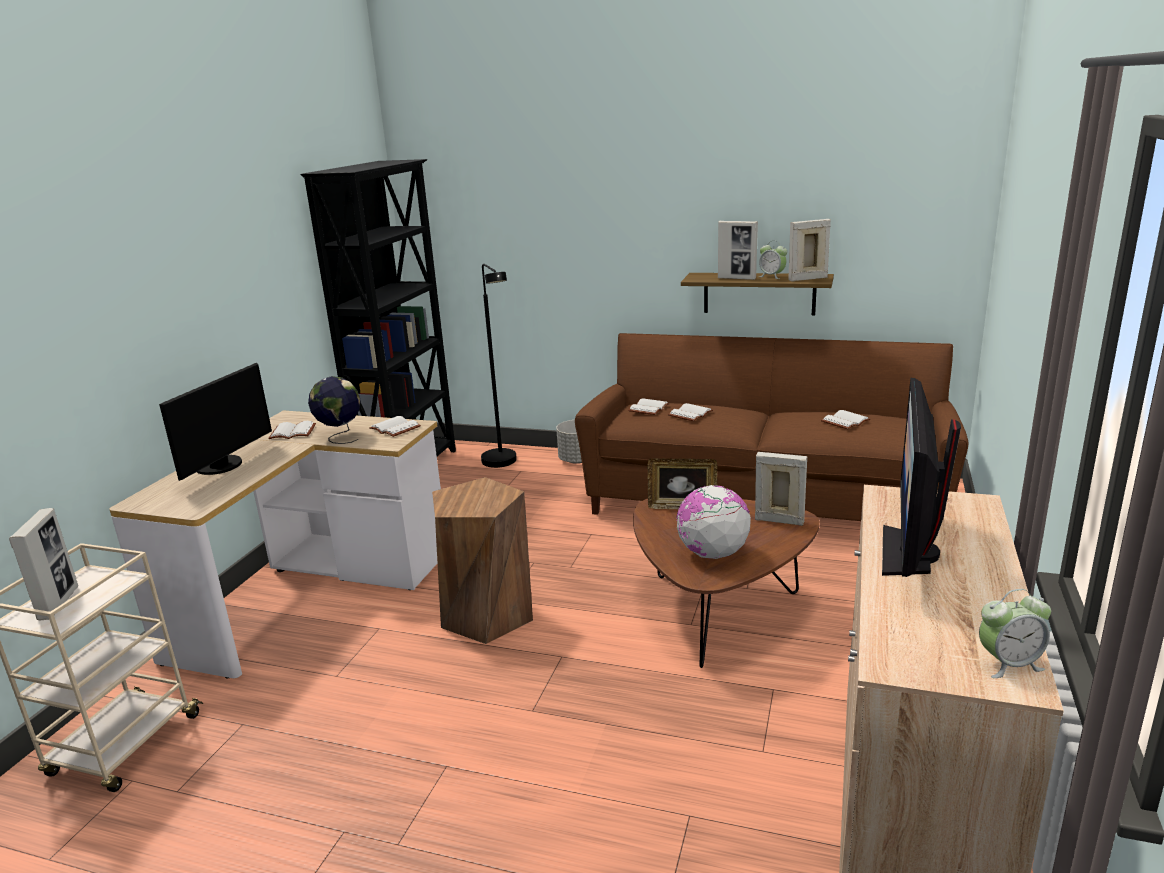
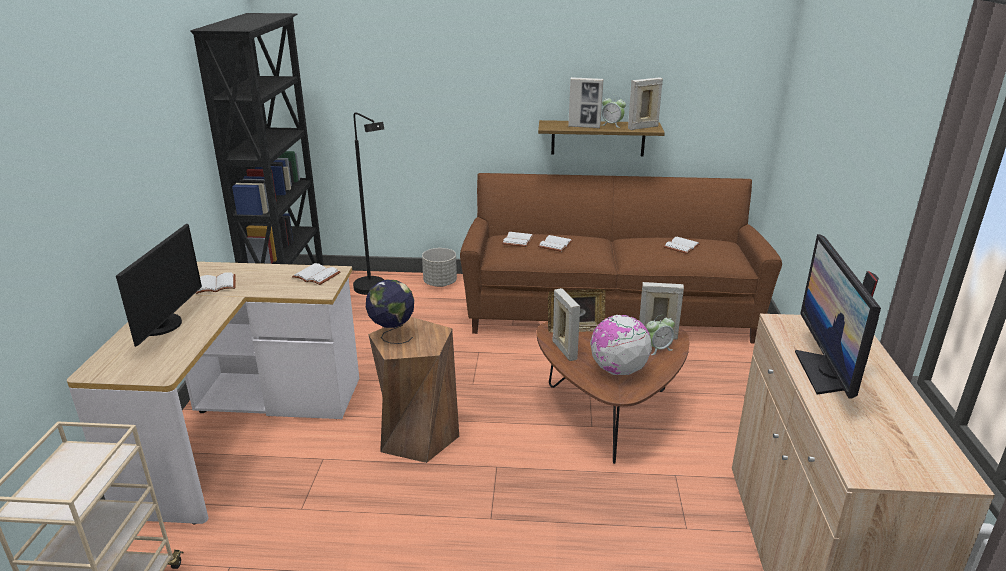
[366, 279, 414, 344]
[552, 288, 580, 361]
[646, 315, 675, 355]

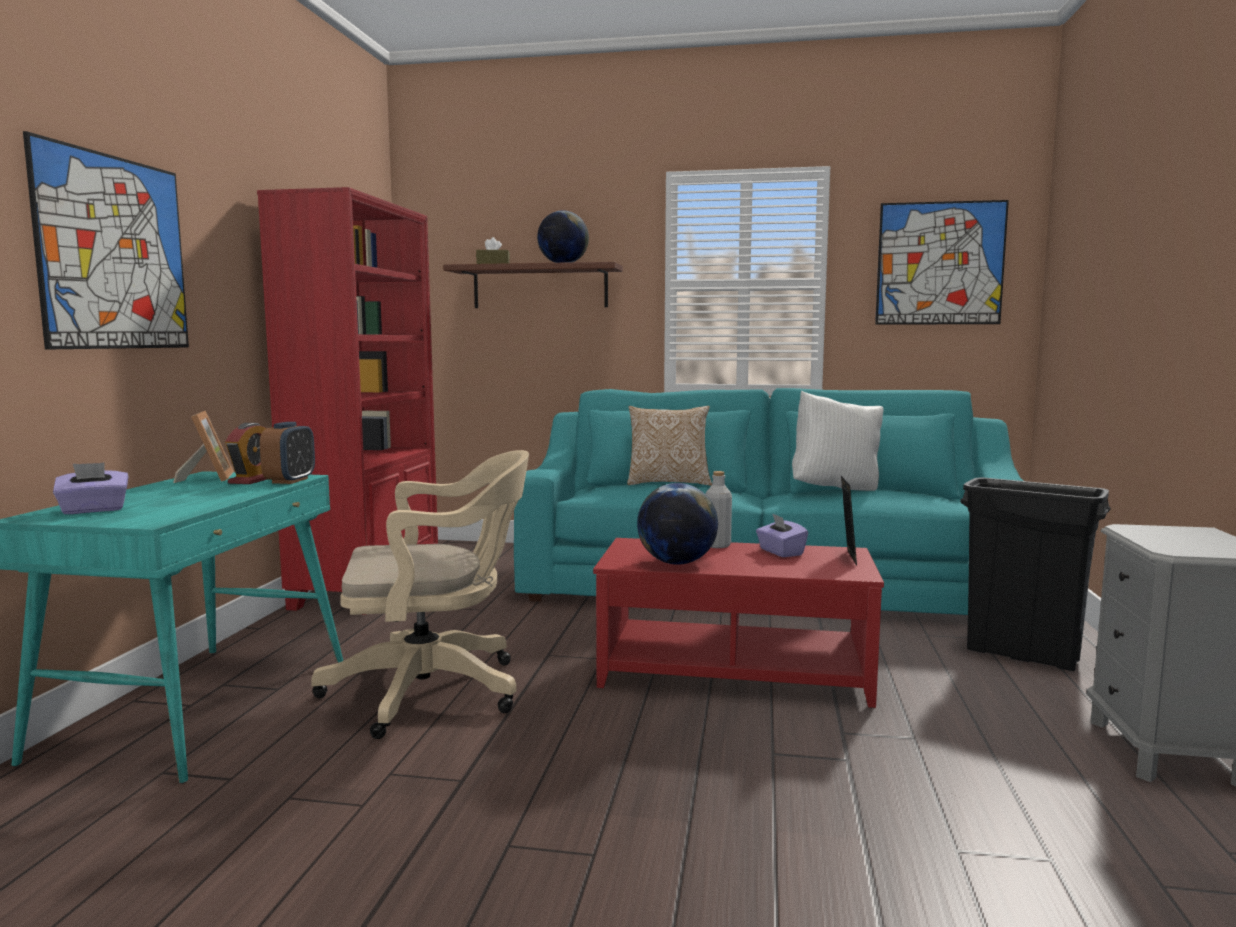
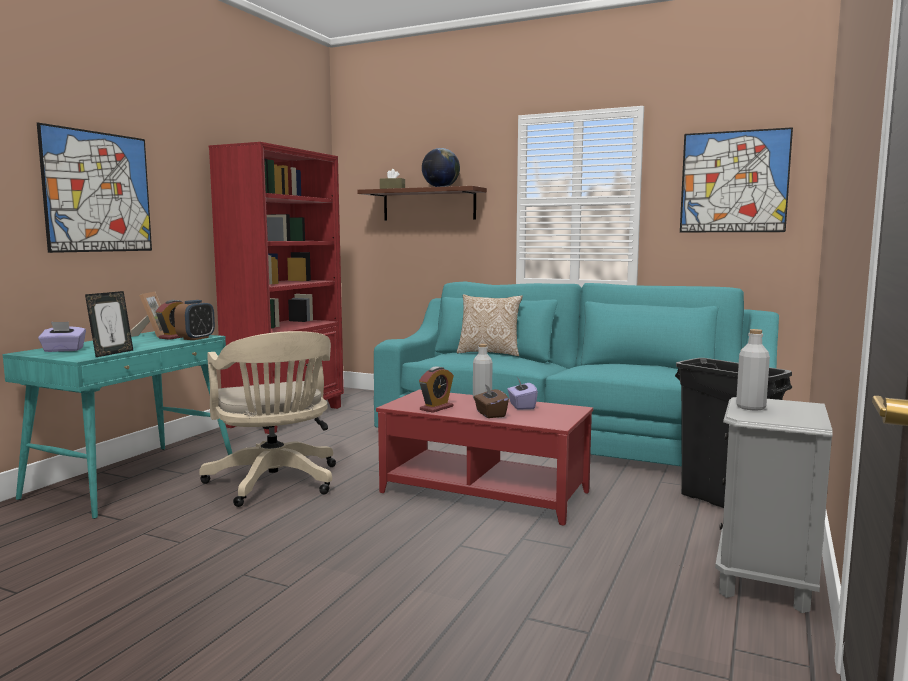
[85, 291, 133, 357]
[199, 331, 336, 507]
[419, 367, 454, 413]
[474, 384, 509, 418]
[736, 329, 770, 411]
[792, 391, 884, 491] (first image)

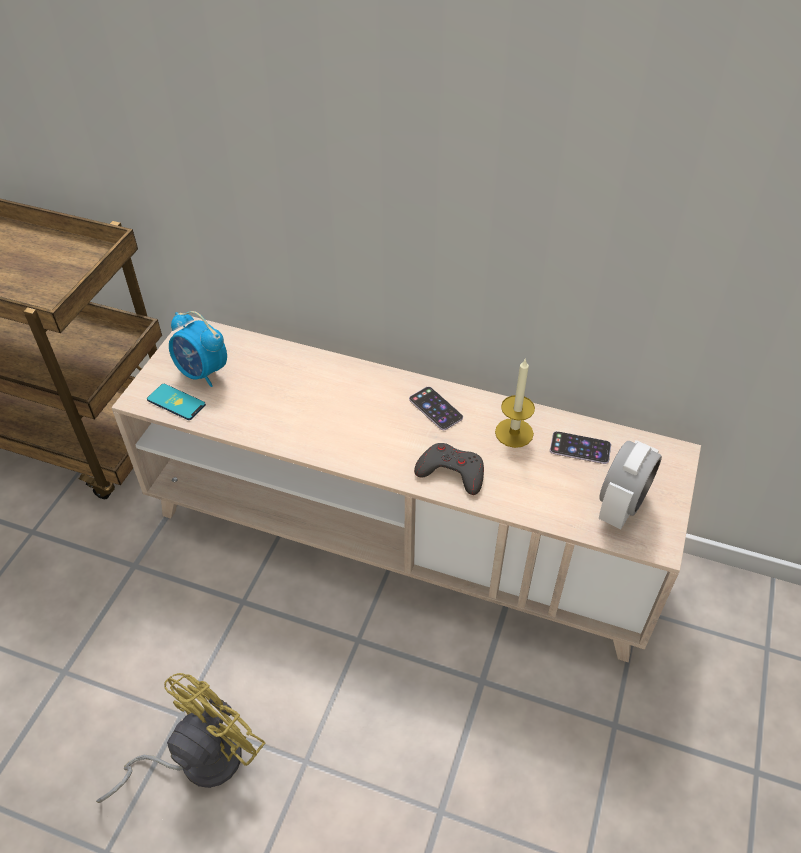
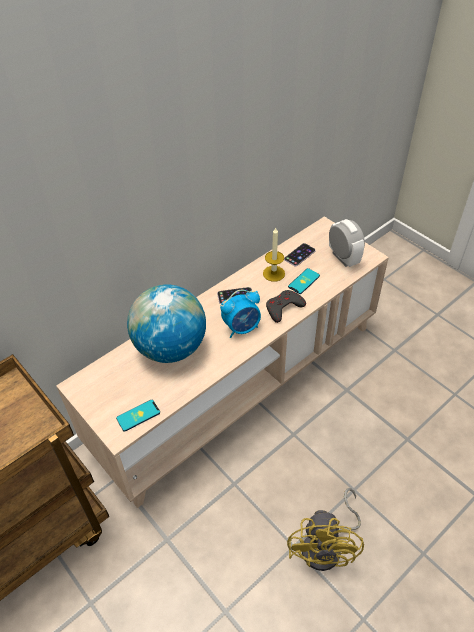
[127, 284, 206, 363]
[220, 290, 261, 338]
[287, 488, 364, 571]
[288, 268, 320, 294]

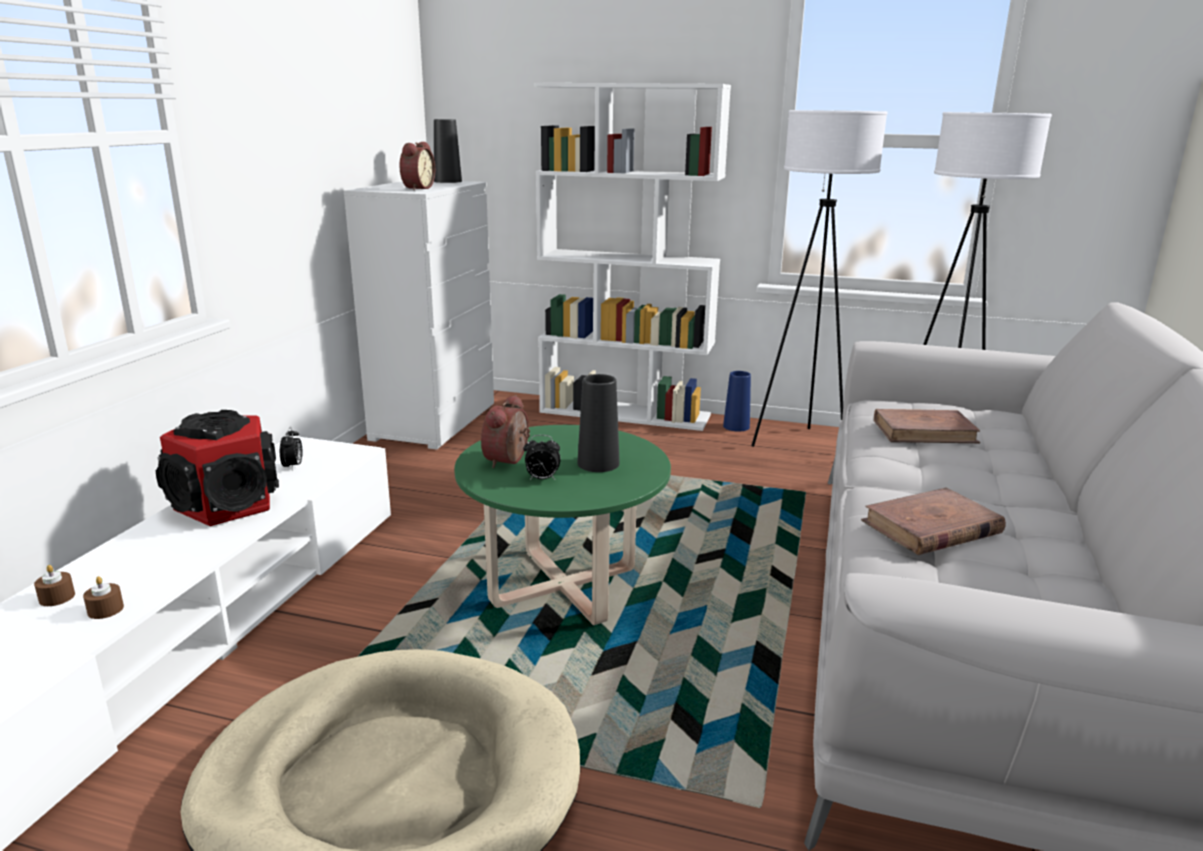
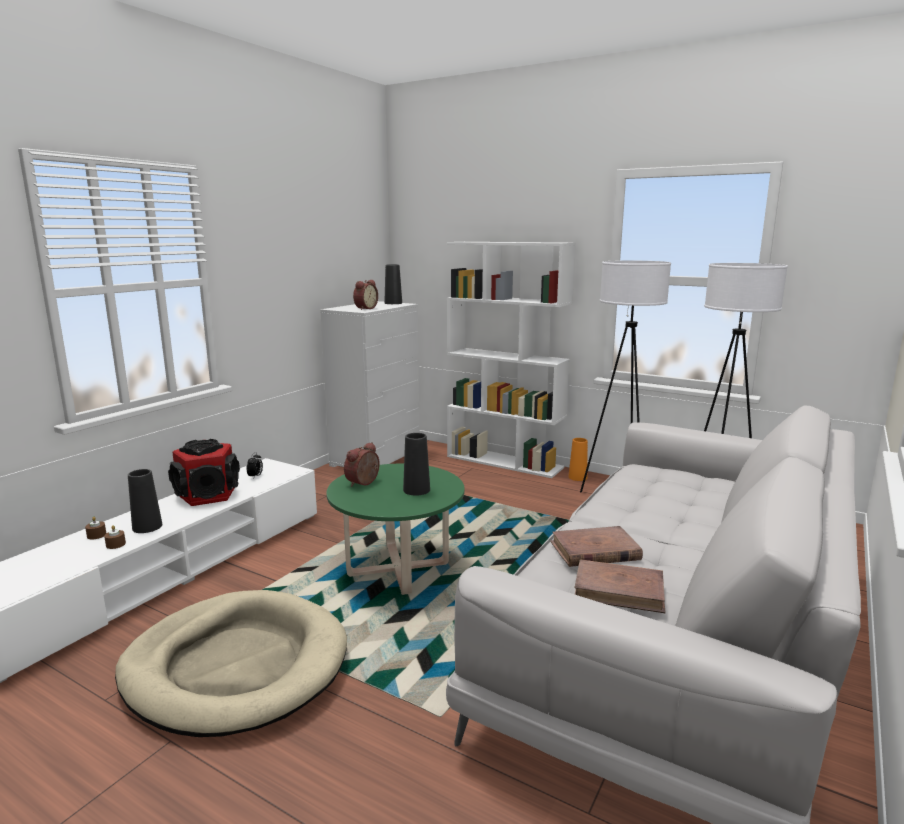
[128, 469, 162, 533]
[568, 438, 588, 481]
[575, 559, 666, 613]
[523, 435, 561, 480] (first image)

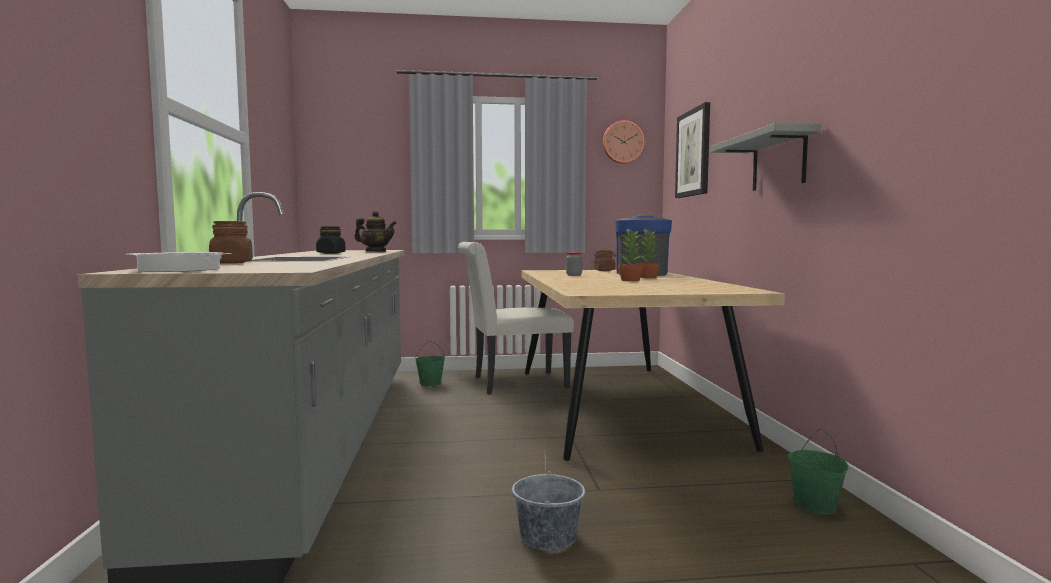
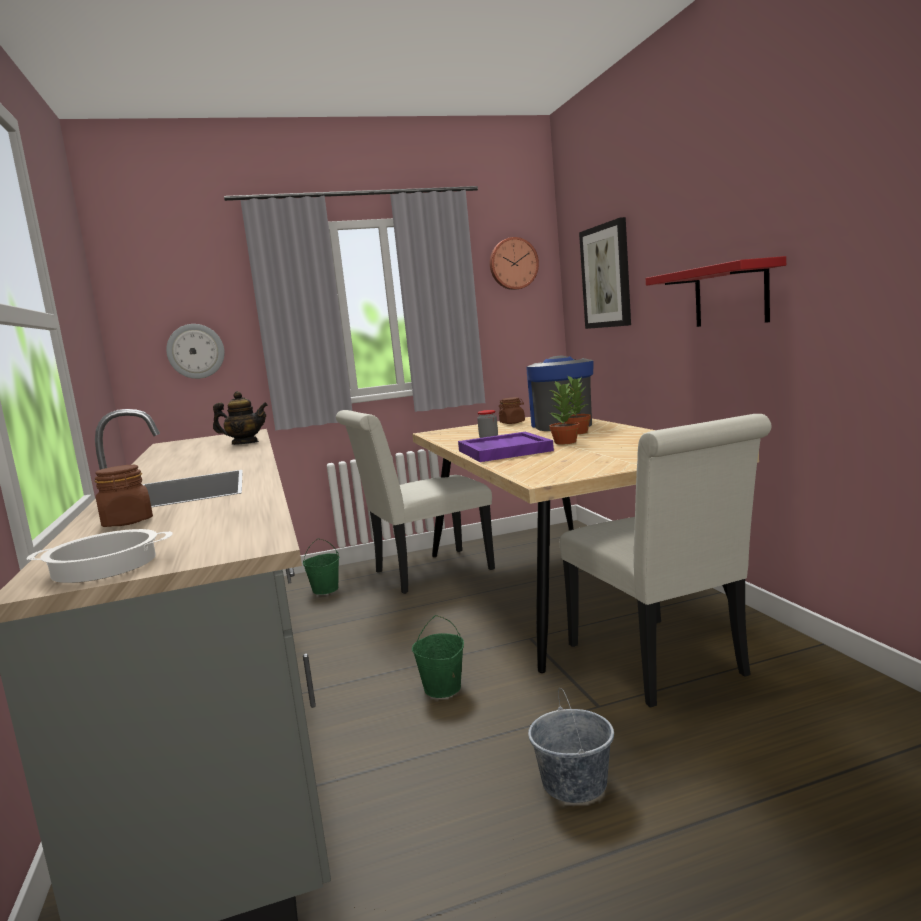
[166, 324, 225, 379]
[412, 615, 464, 698]
[458, 432, 554, 462]
[560, 414, 772, 707]
[646, 256, 786, 327]
[316, 226, 346, 254] (first image)

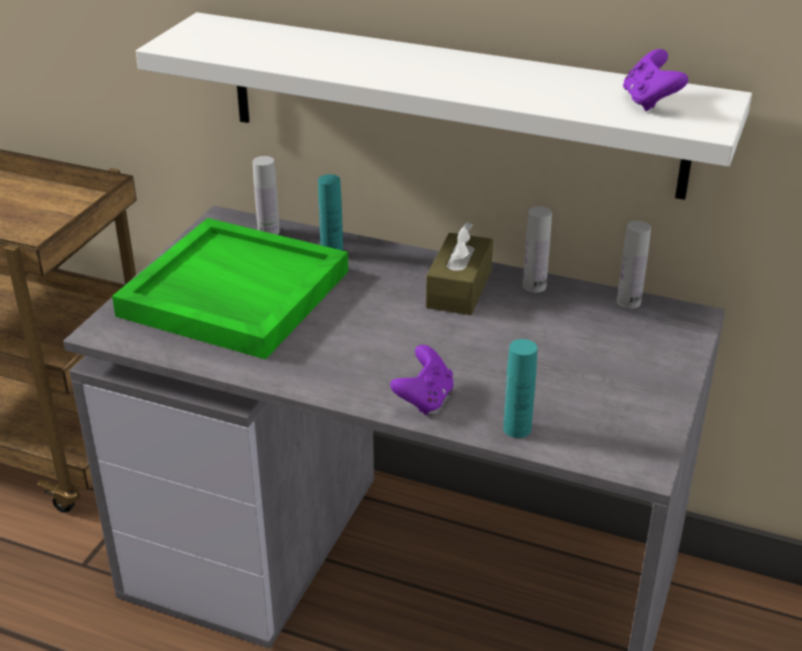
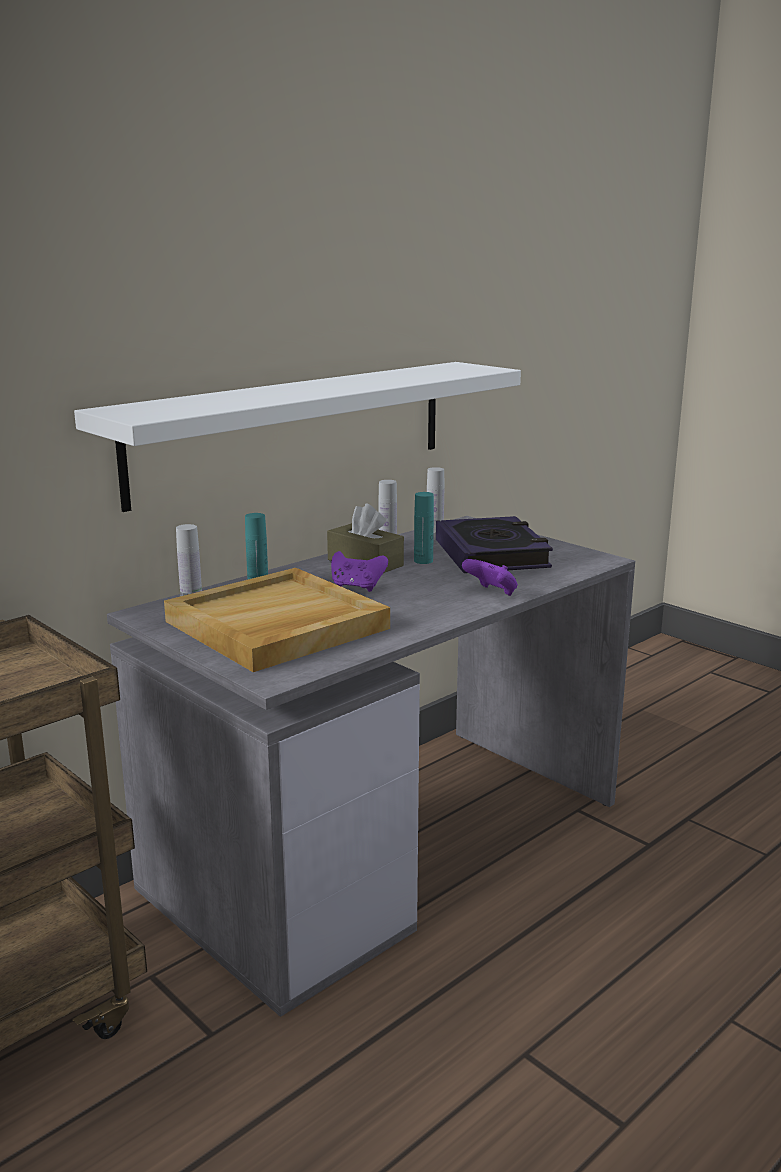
[164, 568, 390, 672]
[331, 551, 388, 592]
[414, 492, 434, 564]
[436, 516, 553, 573]

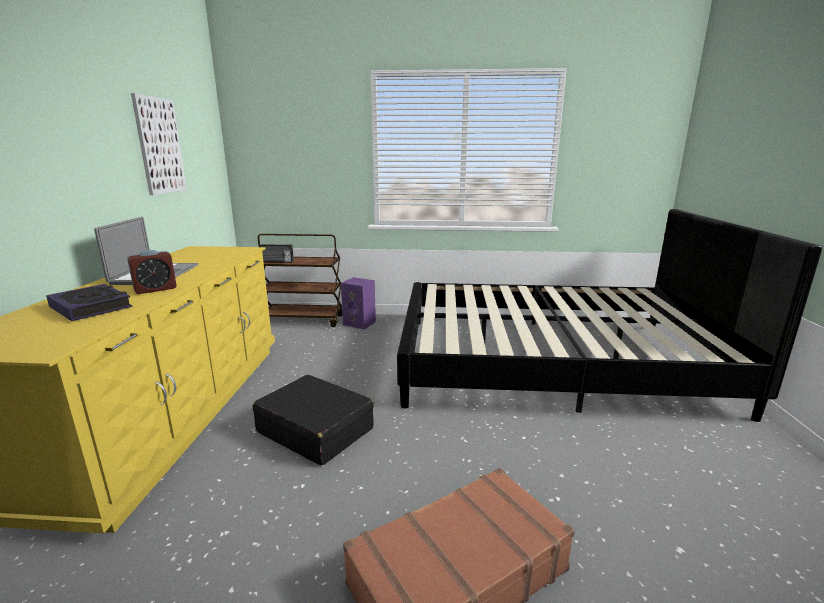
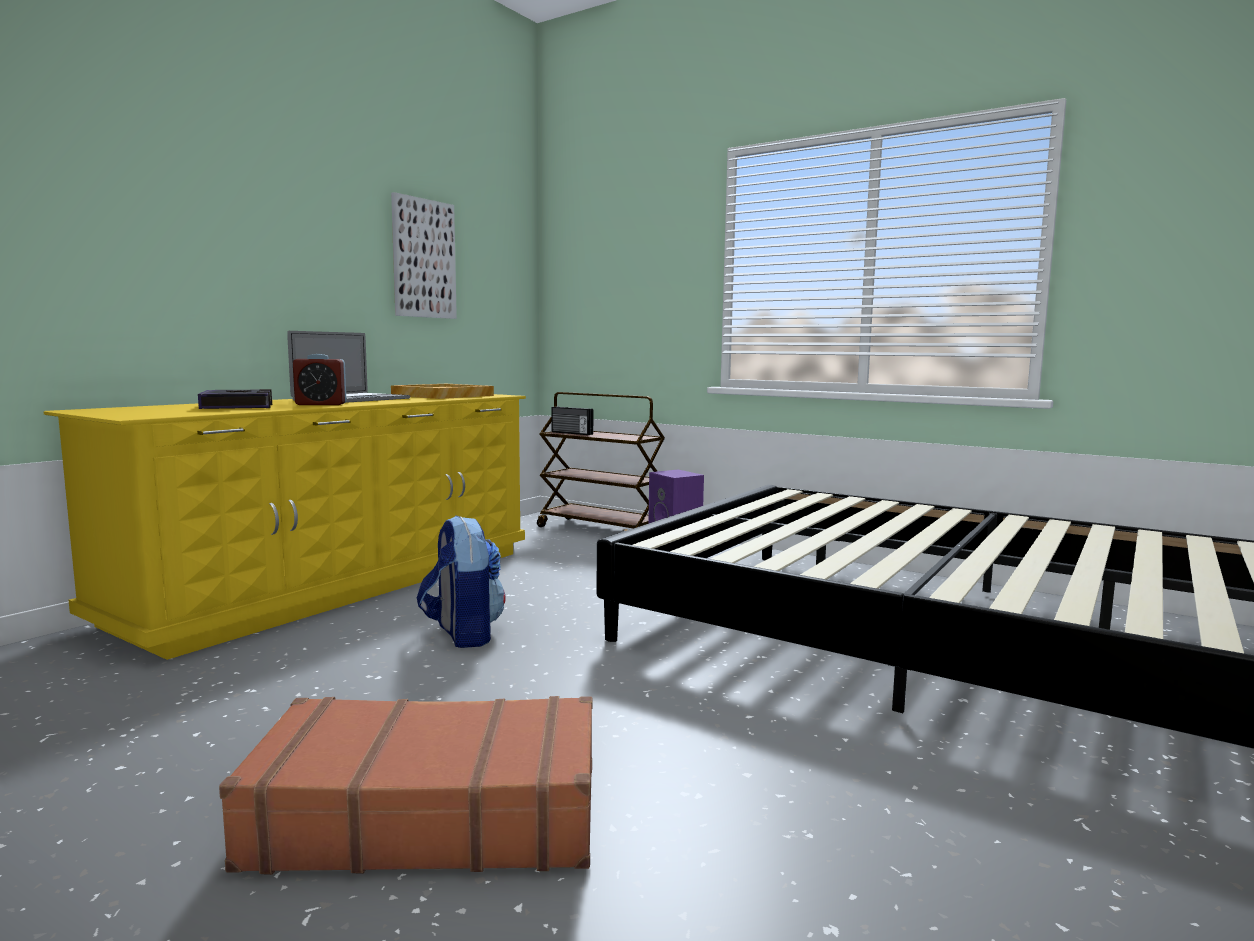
[391, 384, 494, 399]
[417, 515, 505, 648]

